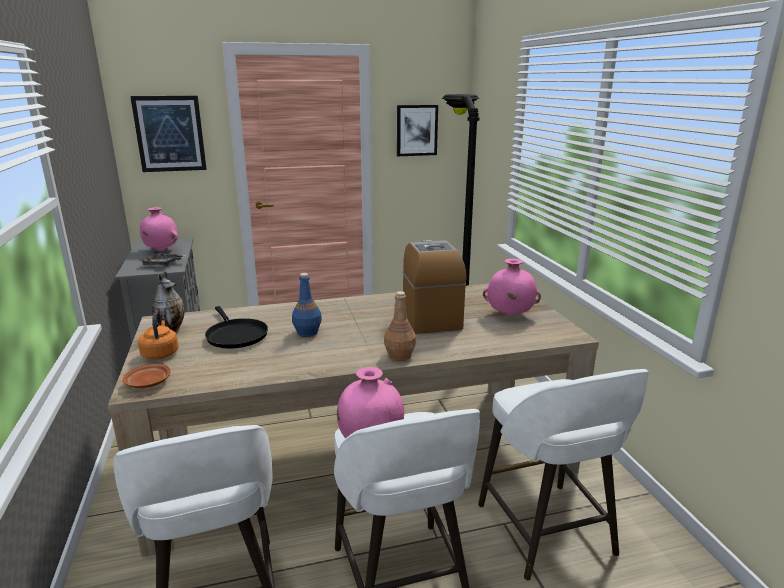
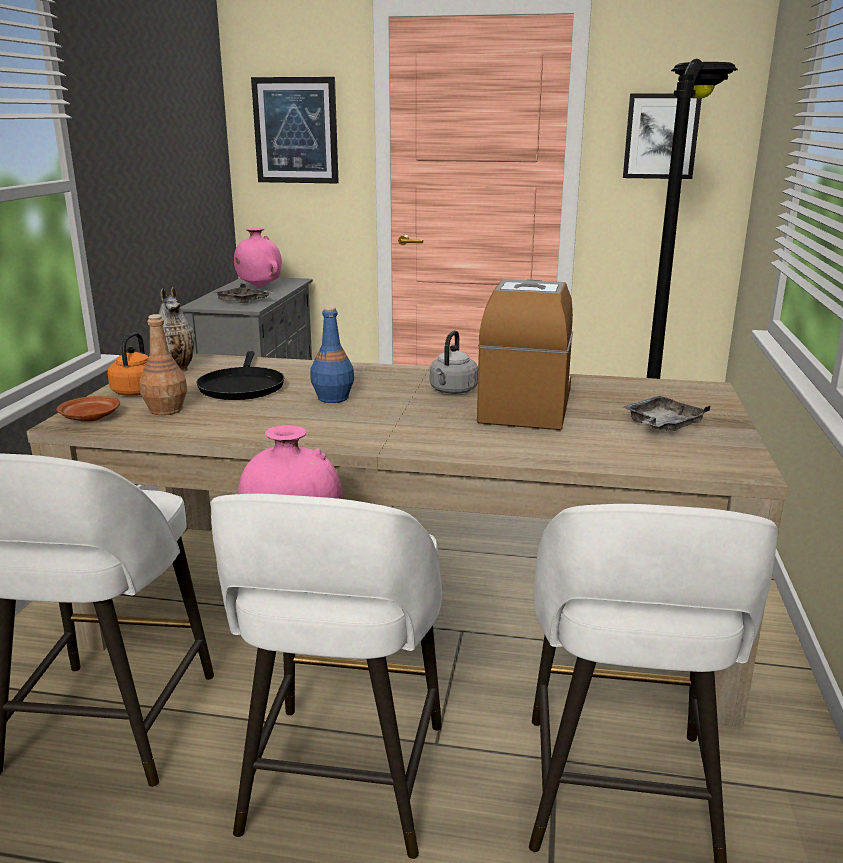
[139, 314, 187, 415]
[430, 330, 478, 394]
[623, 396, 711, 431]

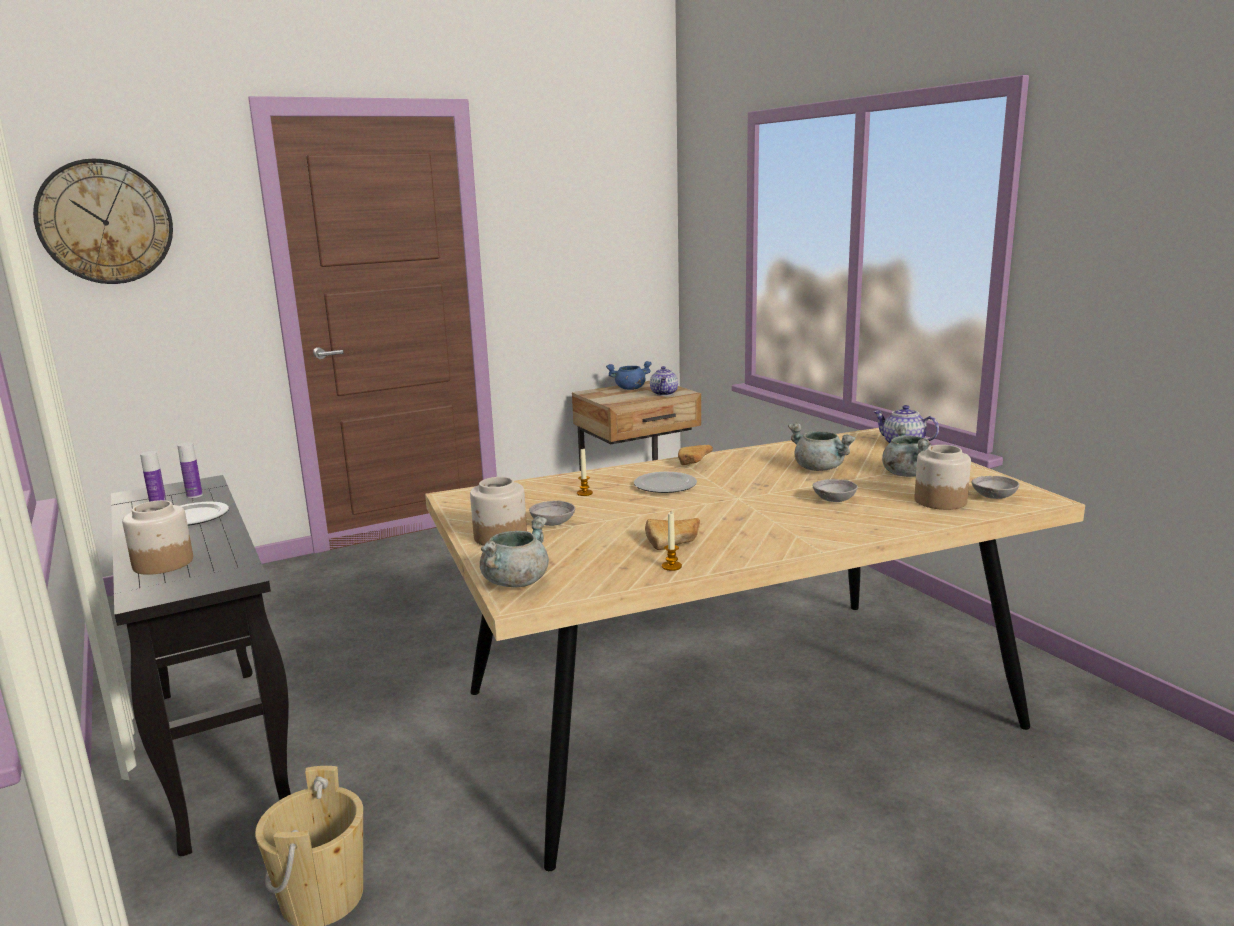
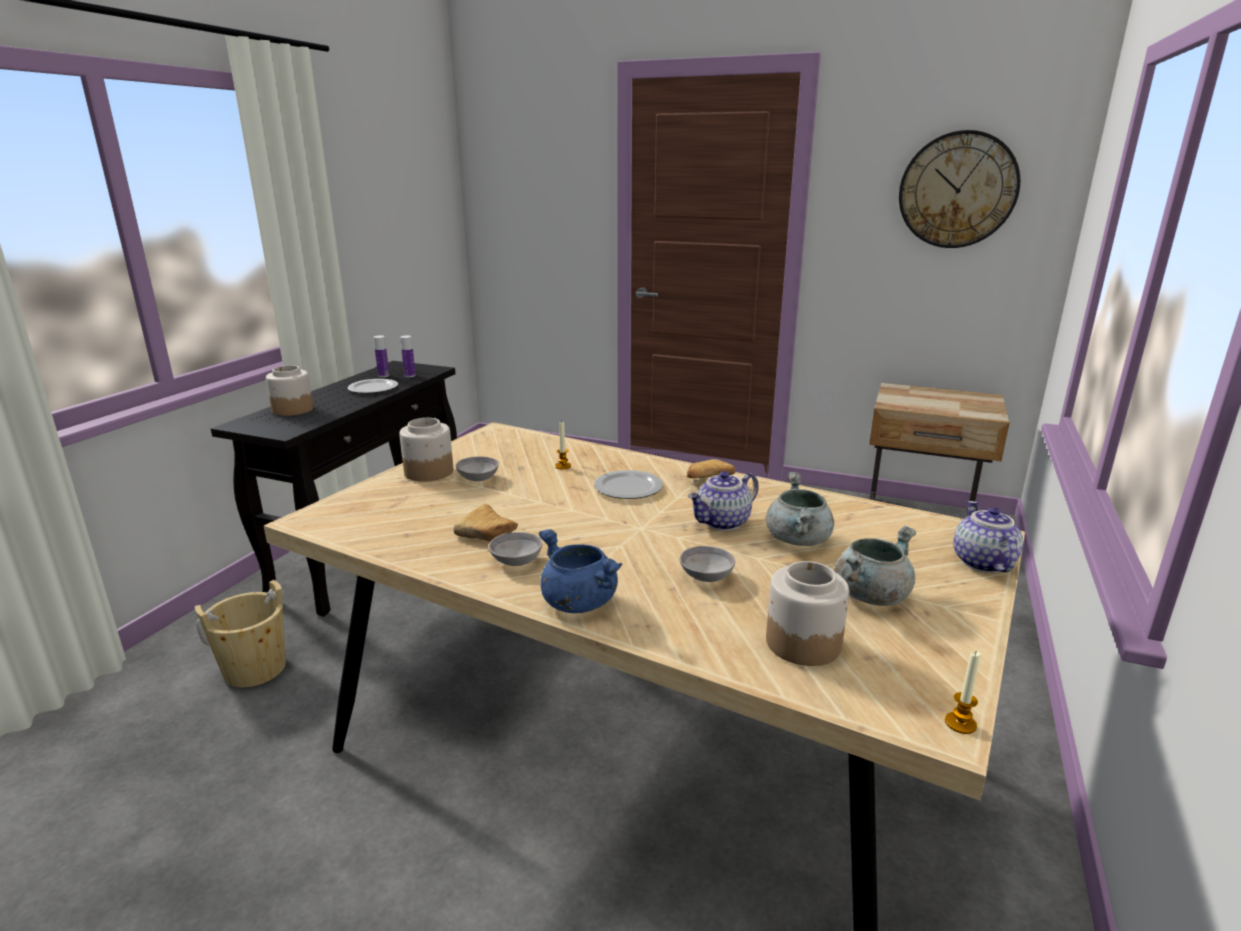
[489, 532, 542, 566]
[539, 529, 622, 613]
[688, 471, 759, 531]
[899, 130, 1020, 248]
[945, 651, 980, 734]
[480, 516, 549, 587] (first image)

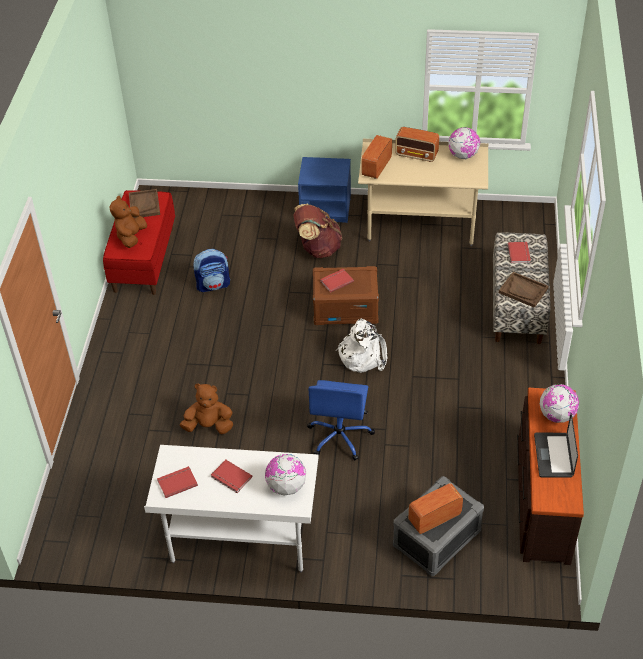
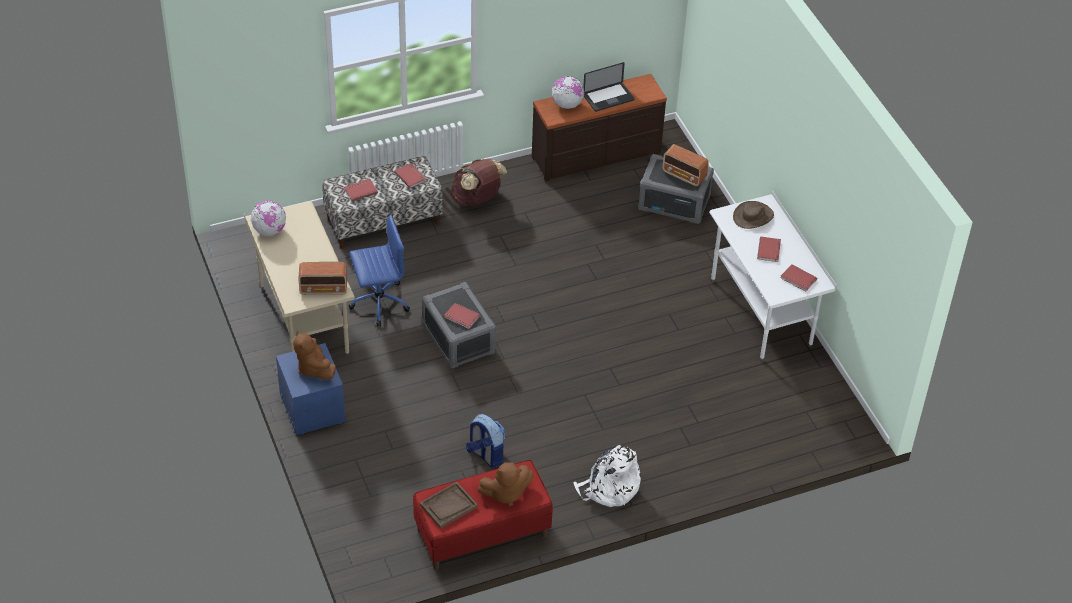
[293, 331, 336, 380]
[348, 215, 410, 326]
[394, 163, 426, 188]
[422, 282, 496, 368]
[451, 159, 507, 206]
[573, 445, 641, 507]
[733, 201, 774, 229]
[395, 127, 439, 162] (first image)

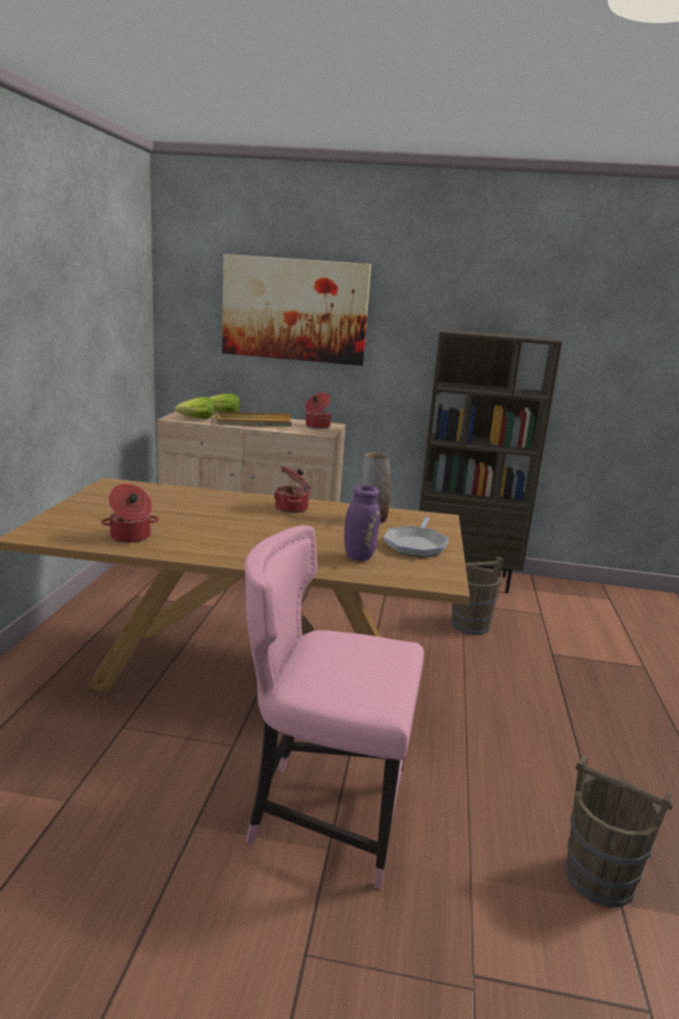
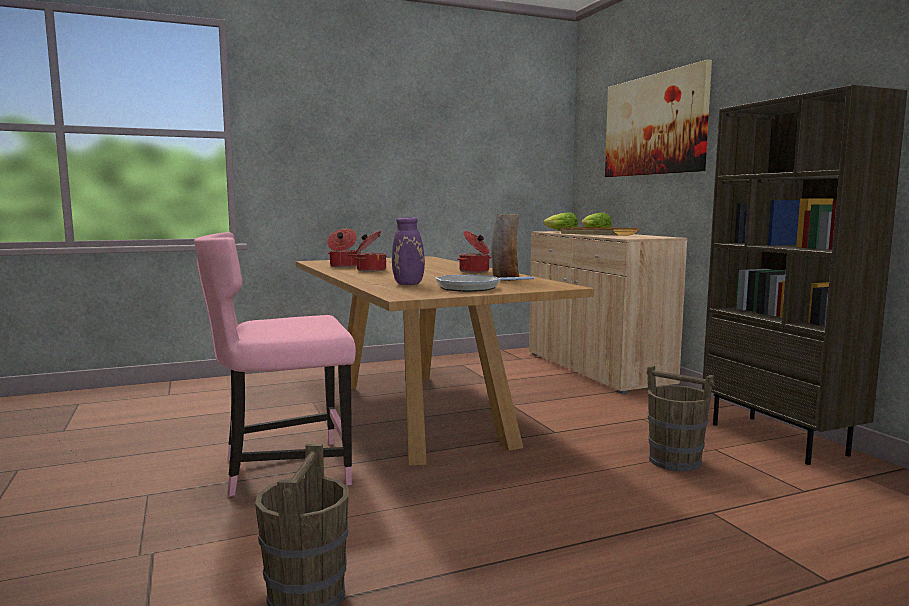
[194, 232, 356, 497]
[355, 231, 387, 272]

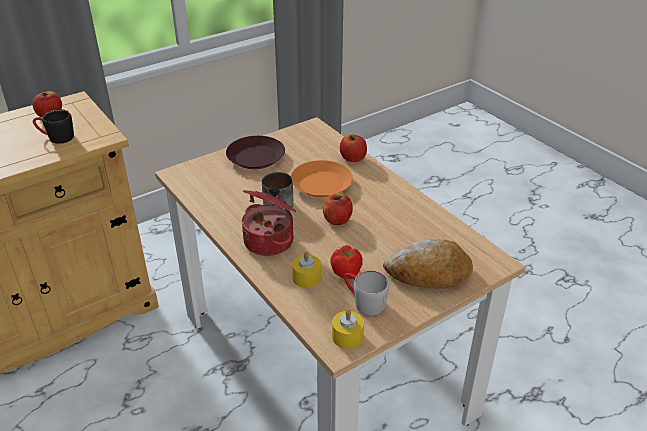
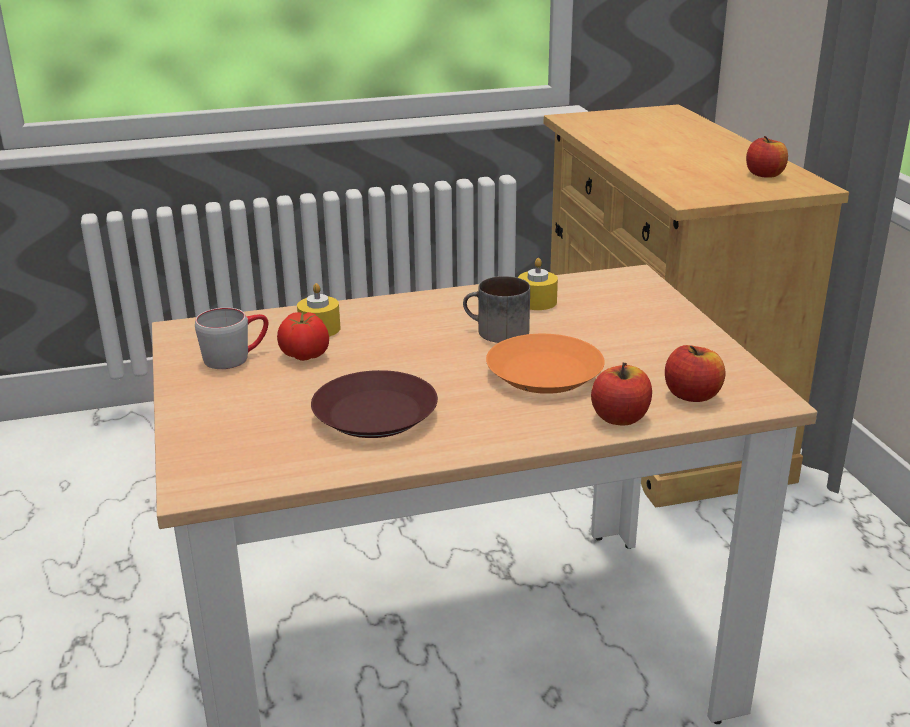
[311, 370, 438, 438]
[518, 258, 558, 310]
[665, 345, 725, 402]
[33, 109, 74, 144] (first image)
[242, 186, 296, 256] (first image)
[383, 239, 473, 289] (first image)

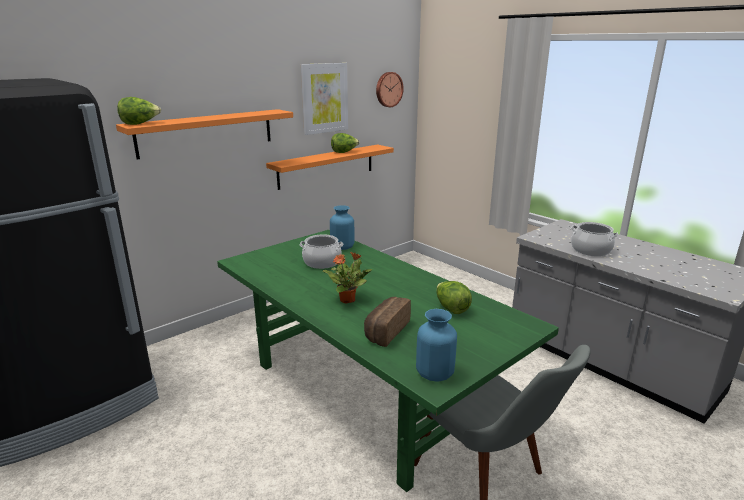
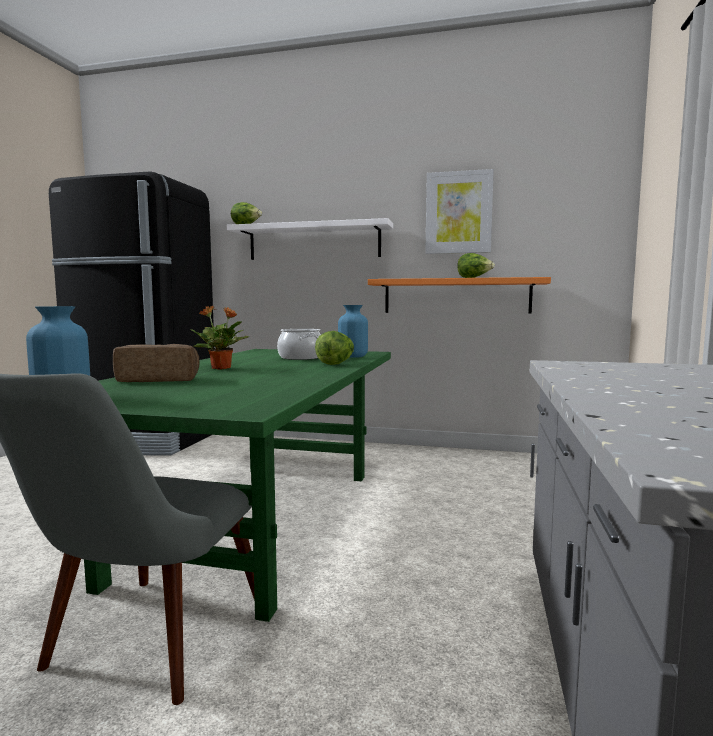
[227, 218, 393, 260]
[315, 331, 354, 365]
[376, 72, 404, 107] (first image)
[571, 222, 619, 256] (first image)

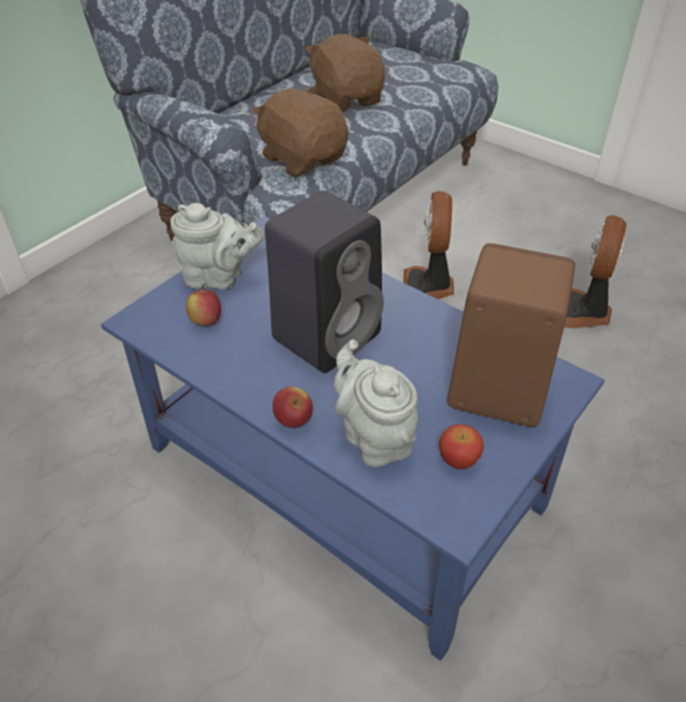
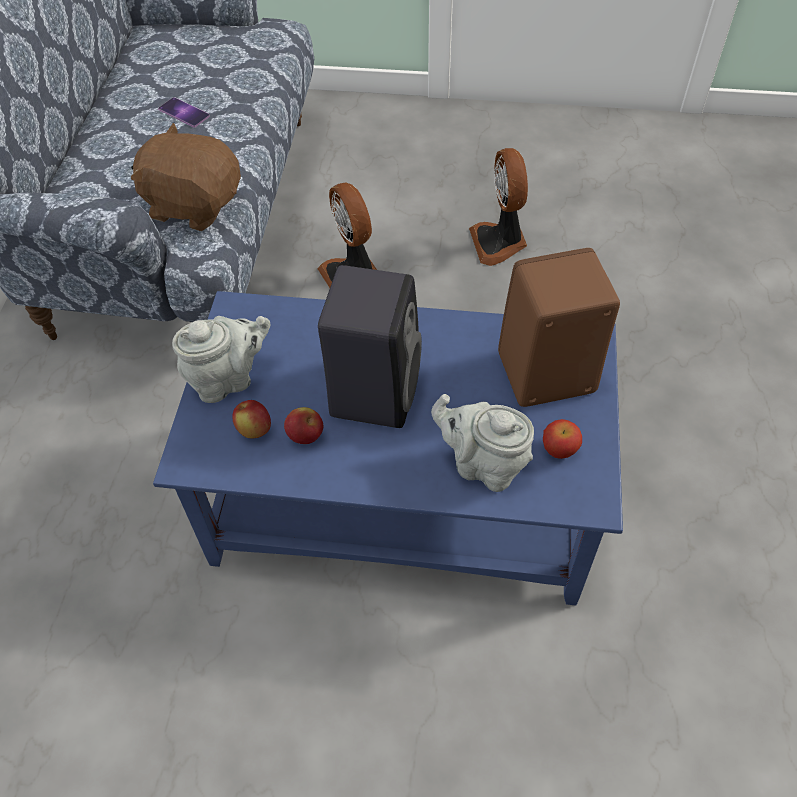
[158, 97, 210, 127]
[284, 407, 323, 444]

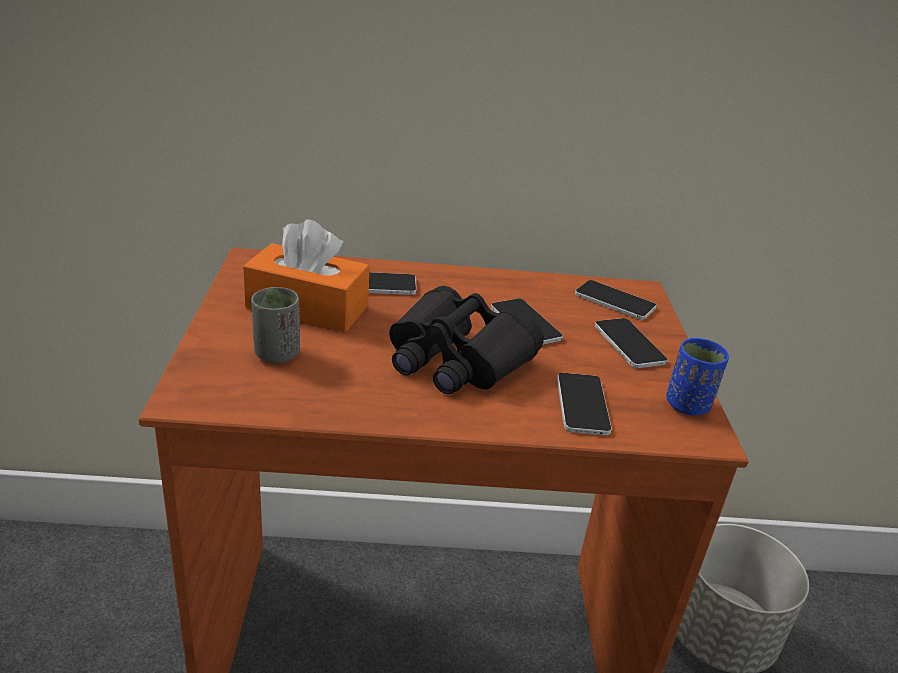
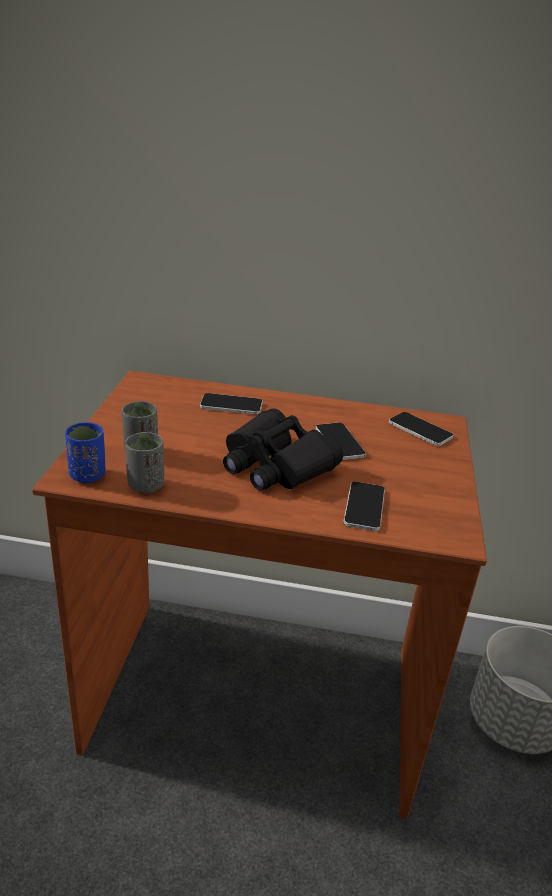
[65, 422, 105, 483]
[125, 432, 164, 493]
[243, 219, 370, 332] (first image)
[595, 318, 668, 368] (first image)

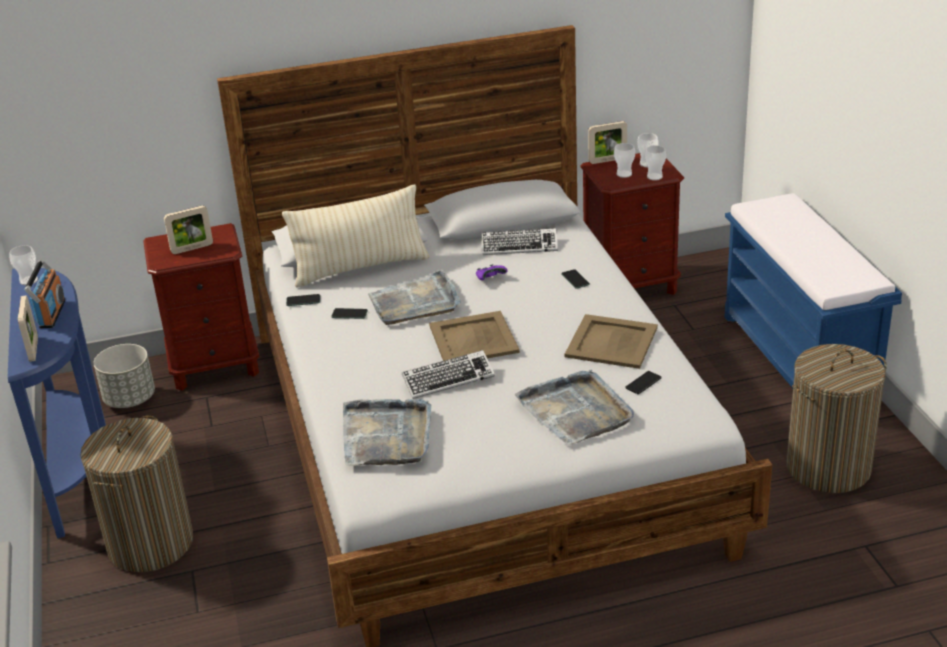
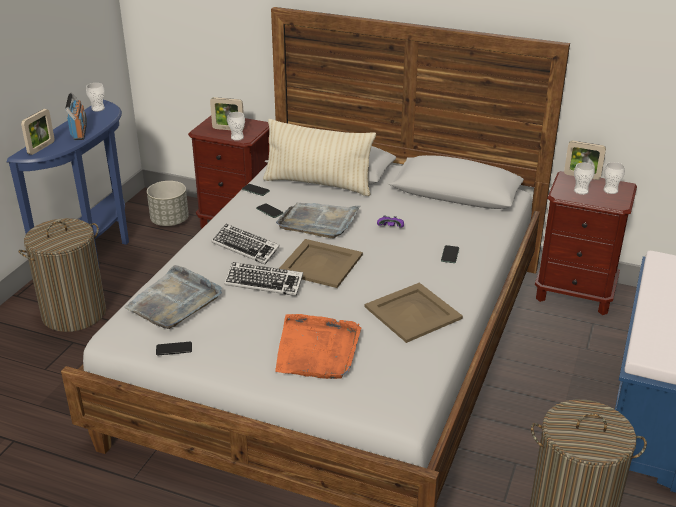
[65, 92, 87, 140]
[156, 342, 192, 355]
[212, 224, 280, 265]
[227, 112, 245, 141]
[275, 314, 361, 379]

